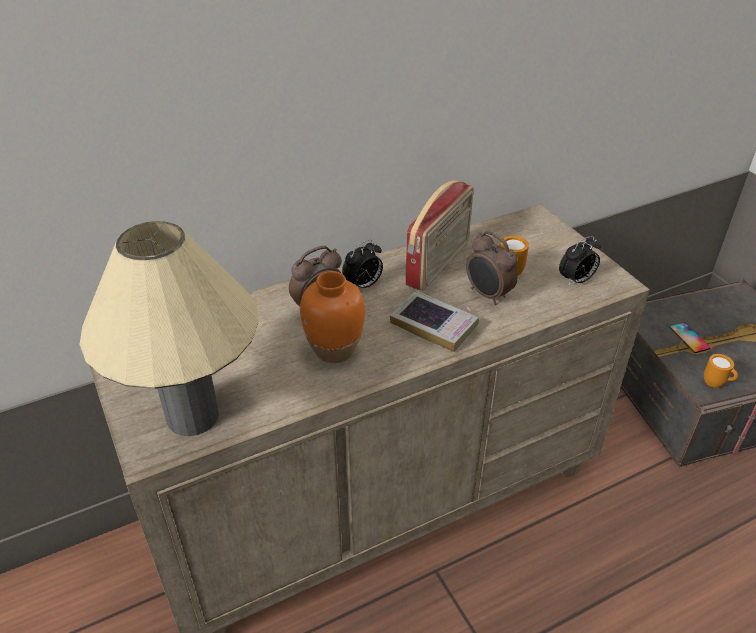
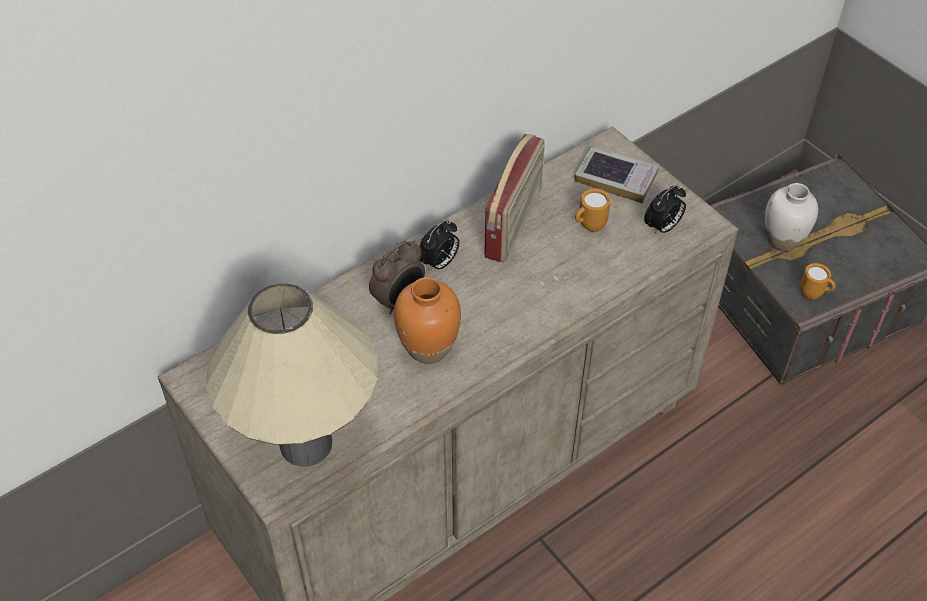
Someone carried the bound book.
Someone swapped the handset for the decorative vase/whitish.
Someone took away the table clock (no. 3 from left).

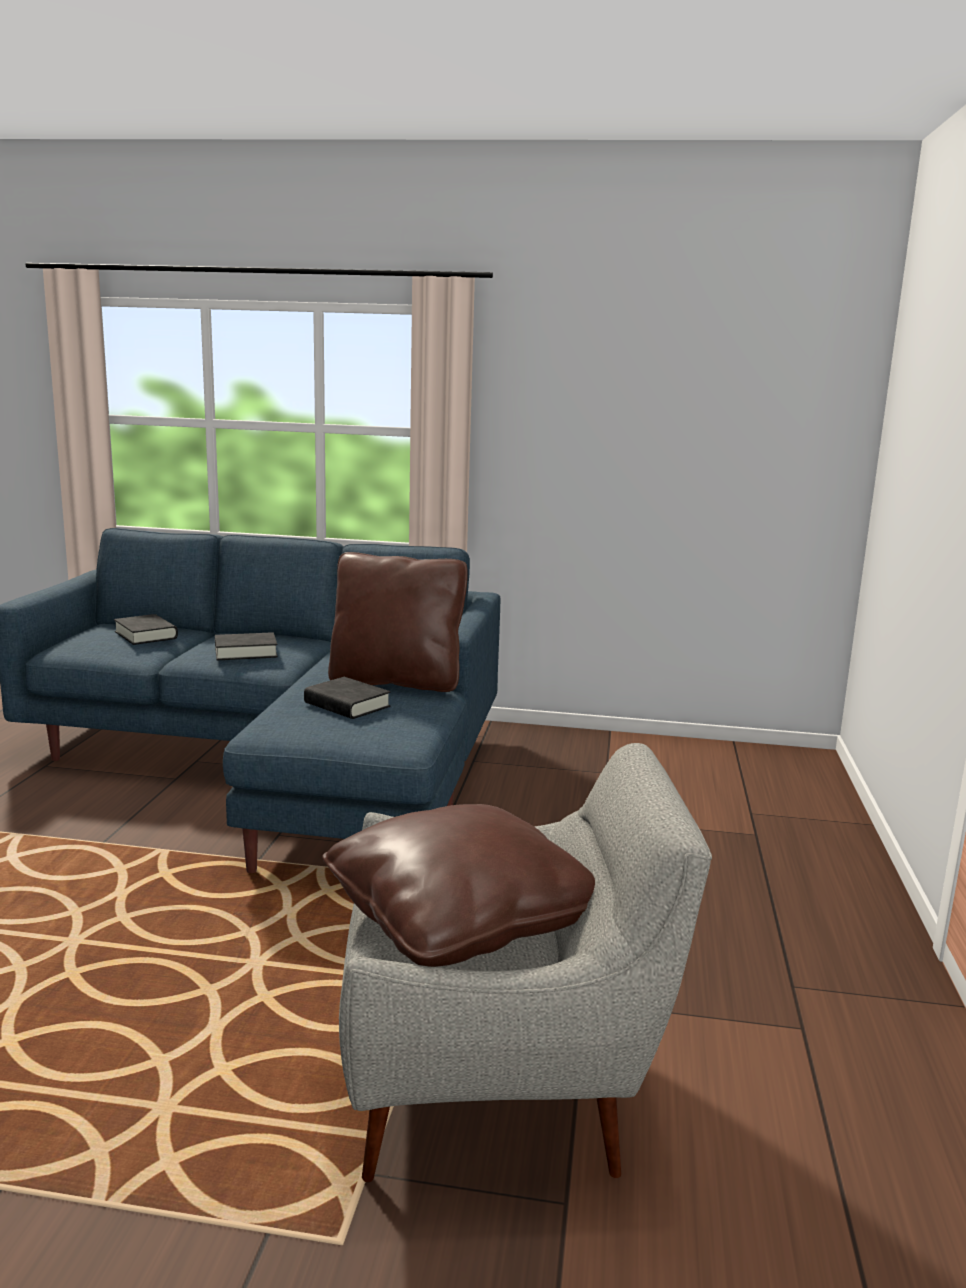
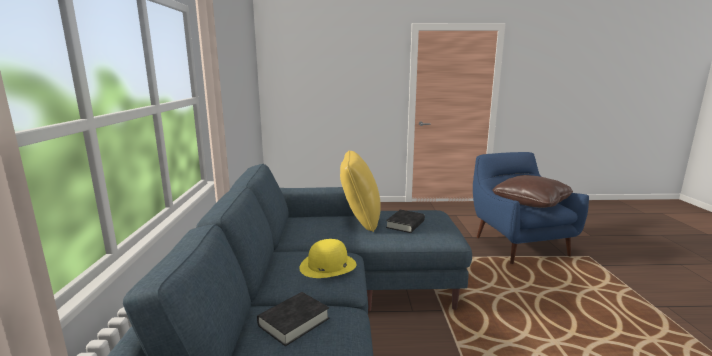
Someone swapped the bound book/black (no. 2 from left) for the hat/yellow.
Someone repainted the throw pillow/brown (no. 1 from left), which became the throw pillow/yellow.
Someone repainted the lounge chair/gray, which became the lounge chair/blue-coloured.

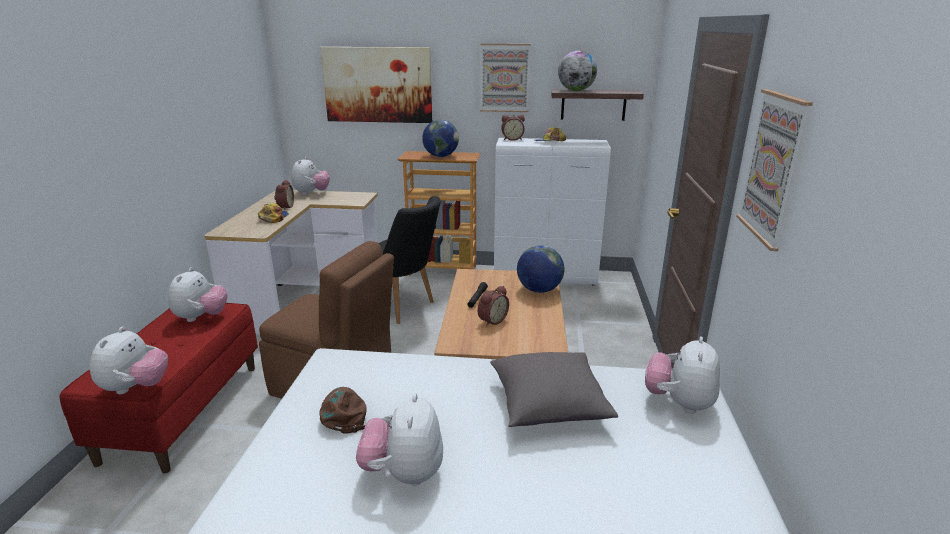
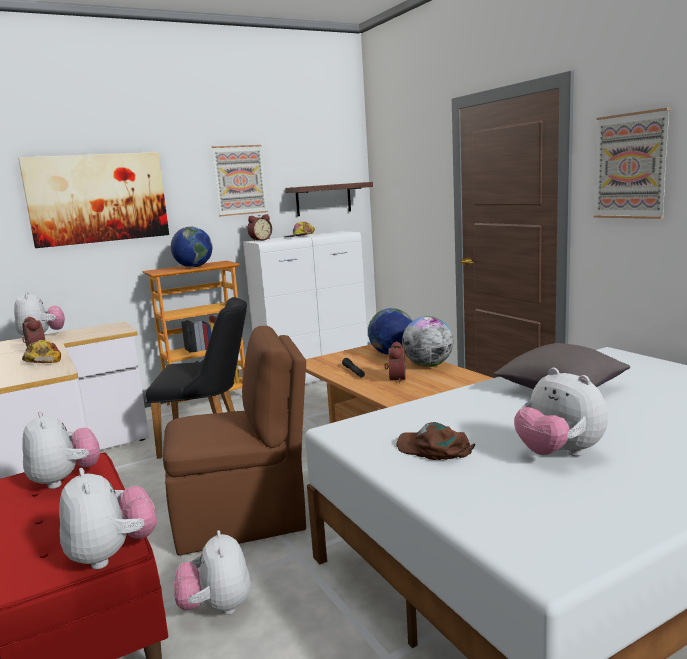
Someone carried the soft toy (no. 5 from left in the first image).
Someone carried the desk globe (no. 3 from left).

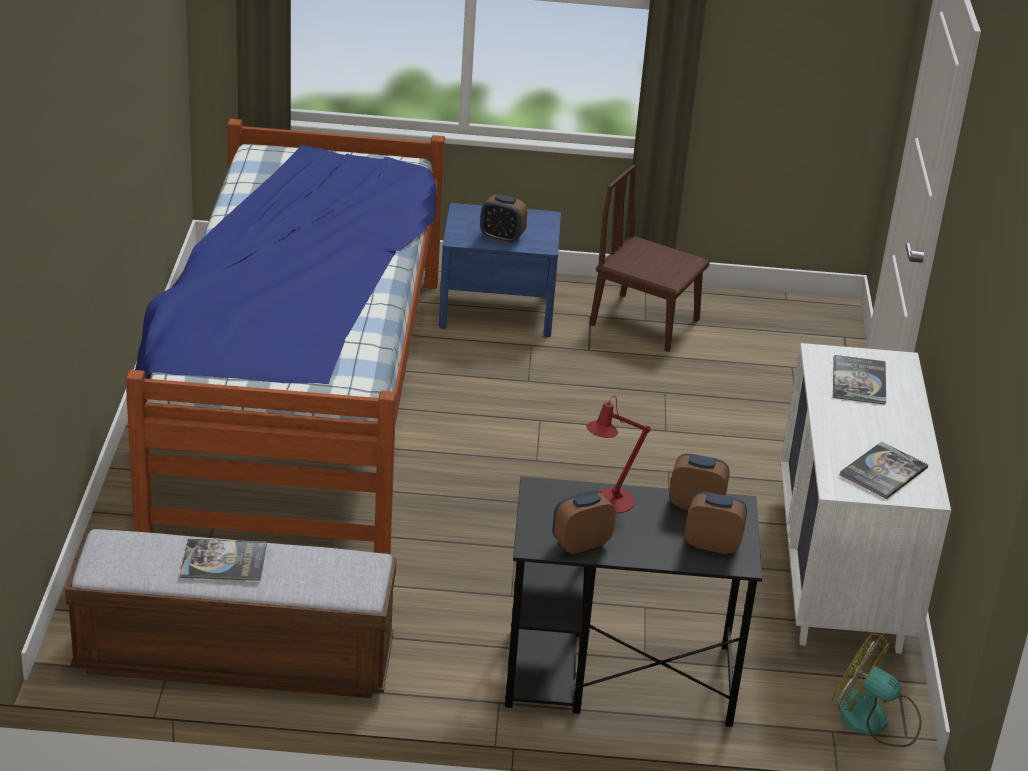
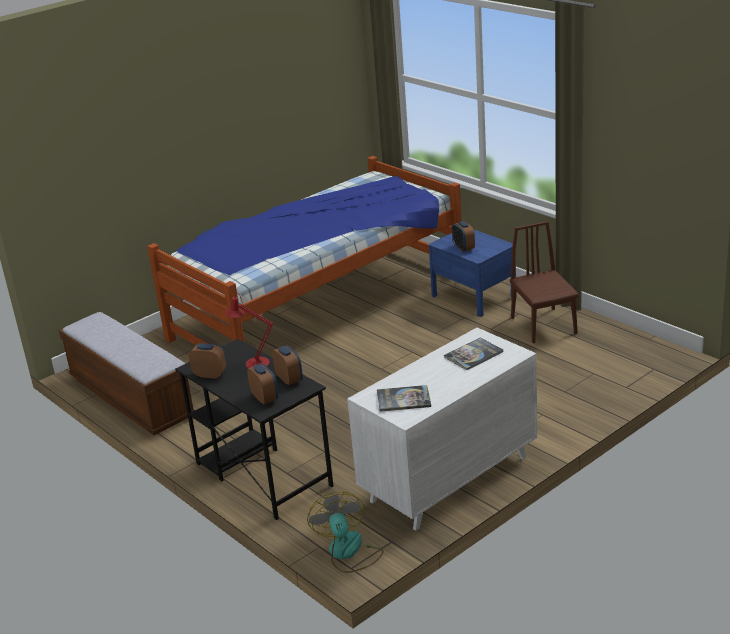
Someone took away the bound book (no. 1 from left).

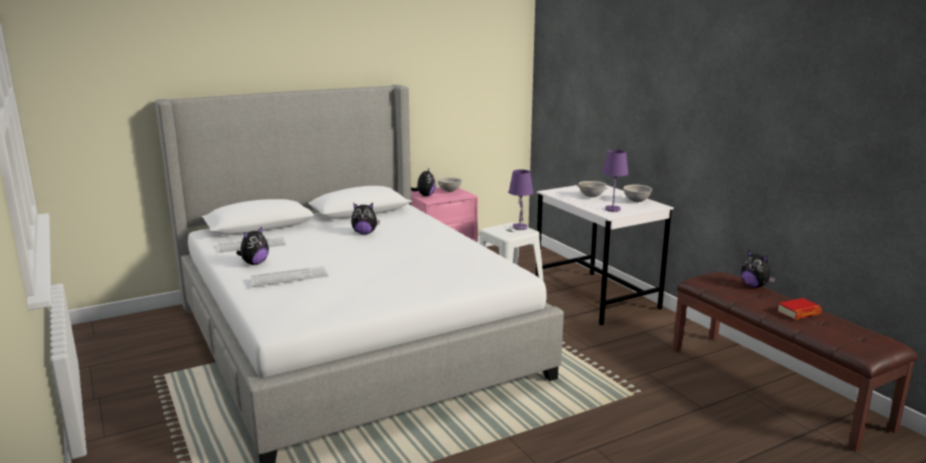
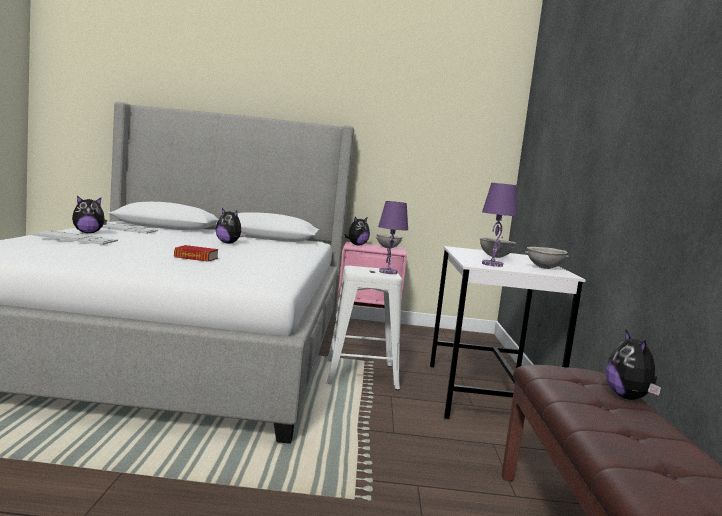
Someone carried the bound book.

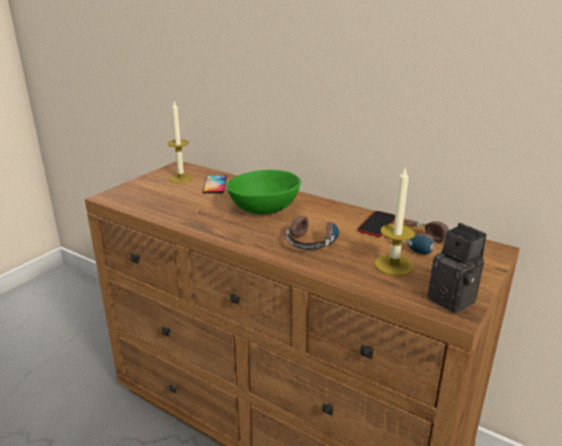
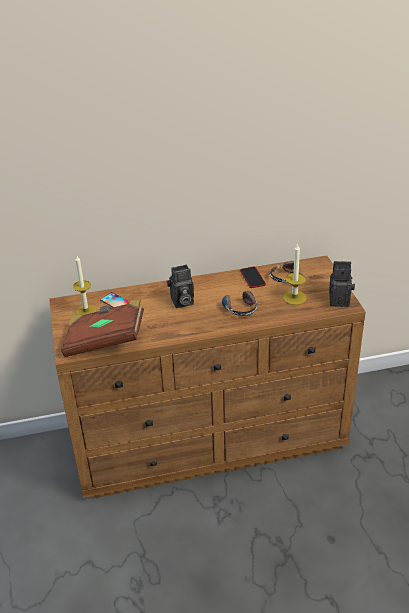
Someone put down the bound book/brown.
Someone swapped the serving bowl/greenish for the still camera (no. 1 from left).

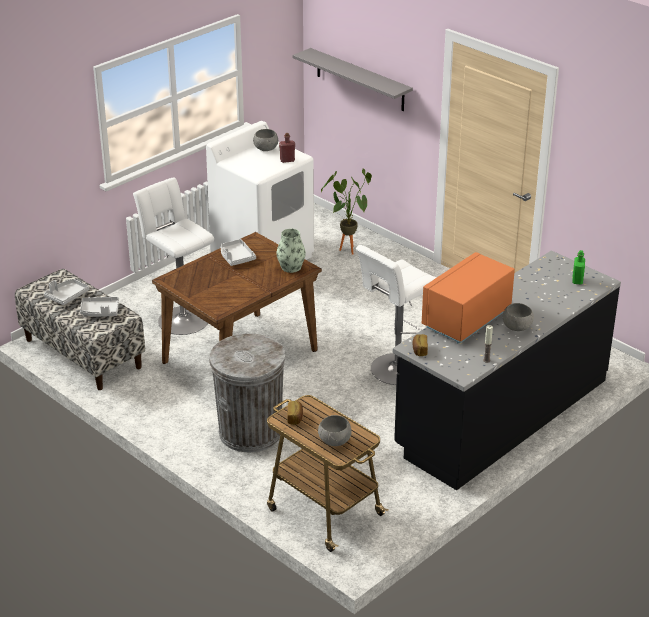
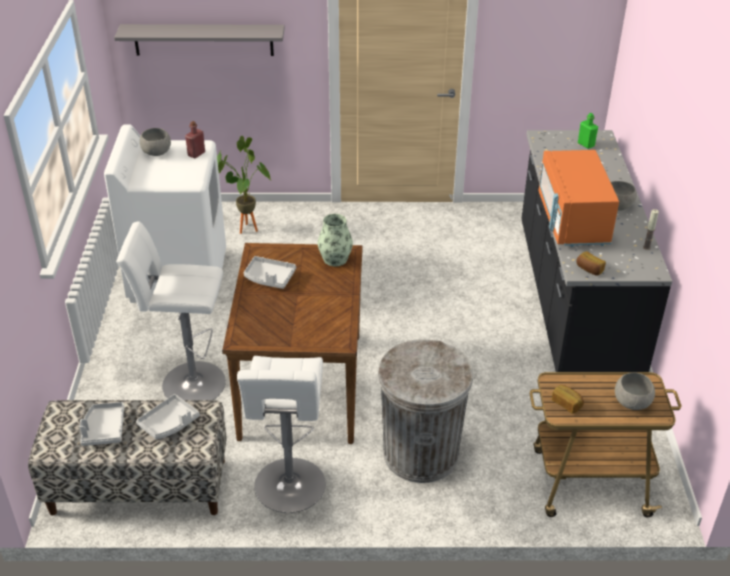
Someone carried the sitting stool/whitish (no. 2 from left).

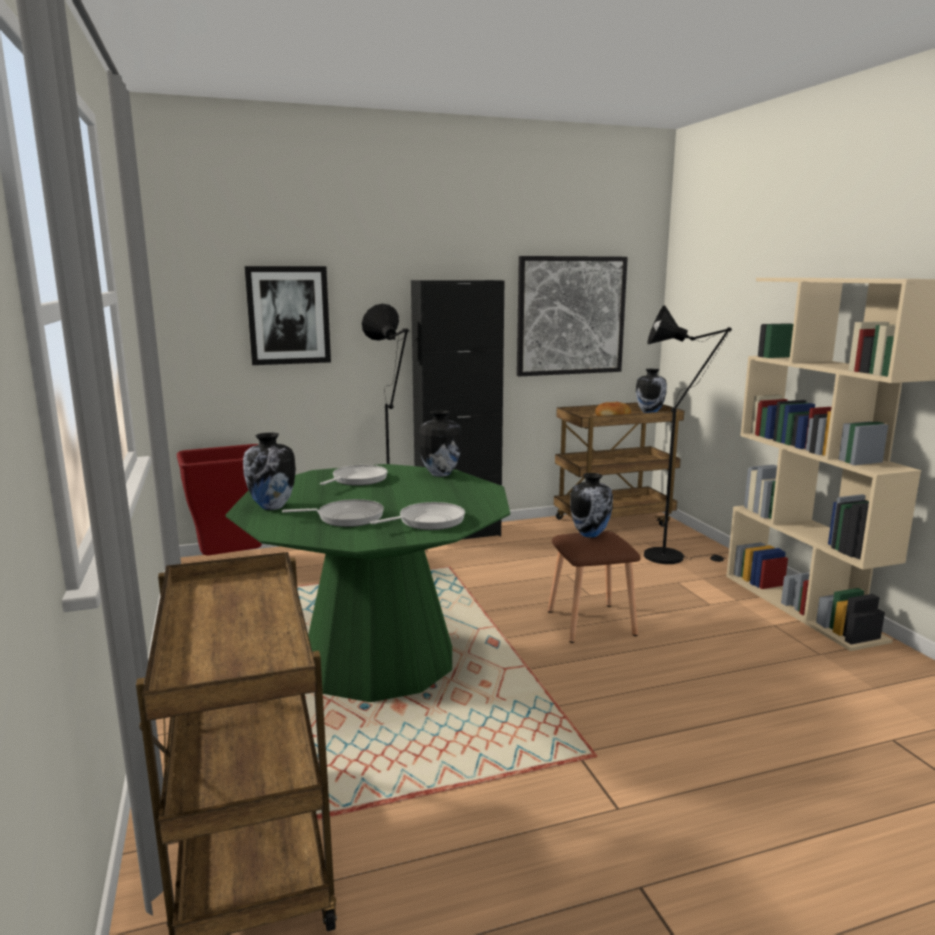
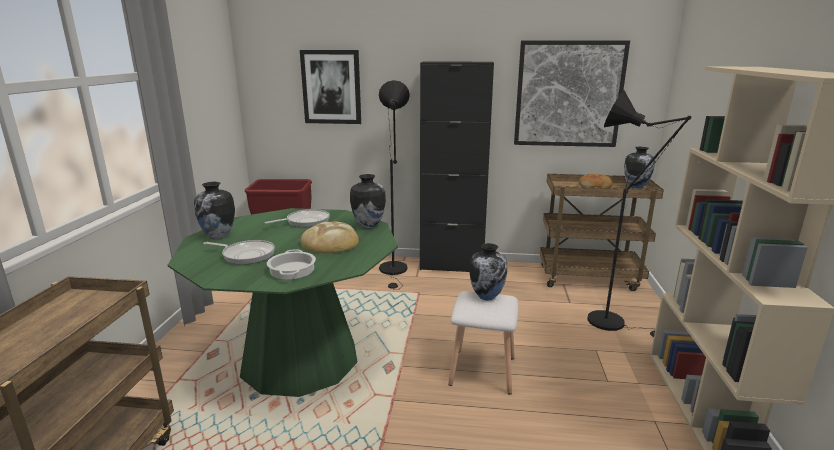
Someone swapped the skillet (no. 3 from left) for the cooking pot.
Someone put down the bakery bread (no. 1 from left).
Someone repainted the sitting stool/brown, which became the sitting stool/whitish.

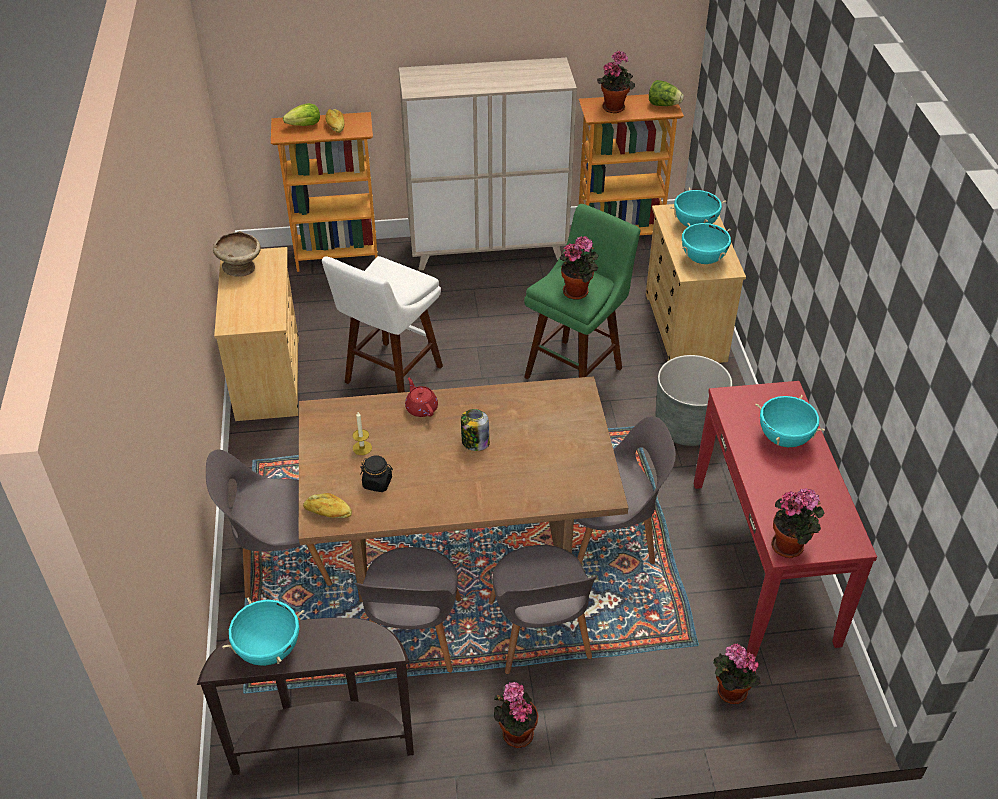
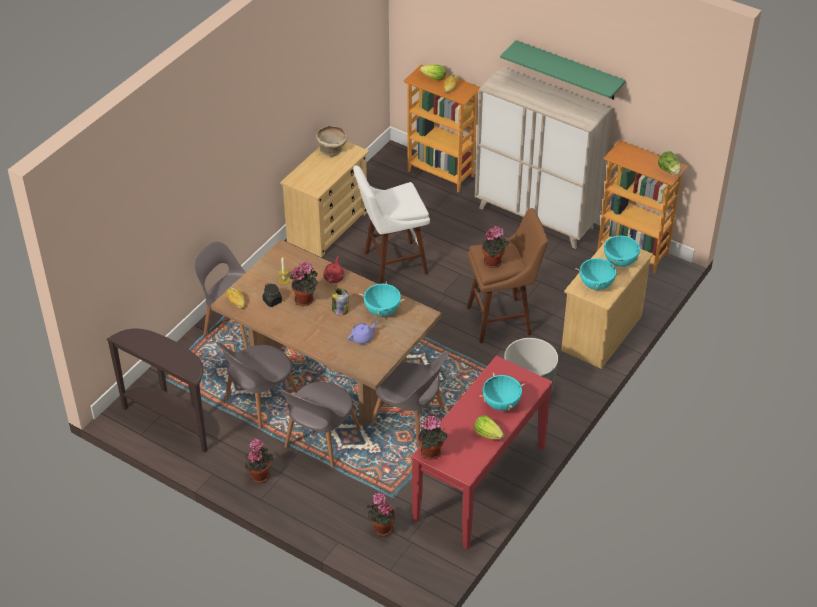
Someone carried the potted plant (no. 3 from left in the first image).
Someone put down the pot for tea/purple.
Someone carried the cooking pot/turquoise-coloured (no. 1 from left).
Someone repainted the sitting stool/greenish, which became the sitting stool/brown.
Someone put down the head of lettuce (no. 2 from left).
Someone put up the wall shelf/greenish.

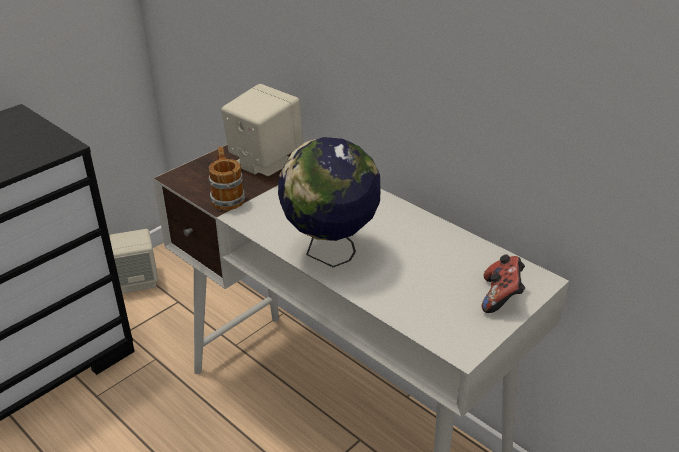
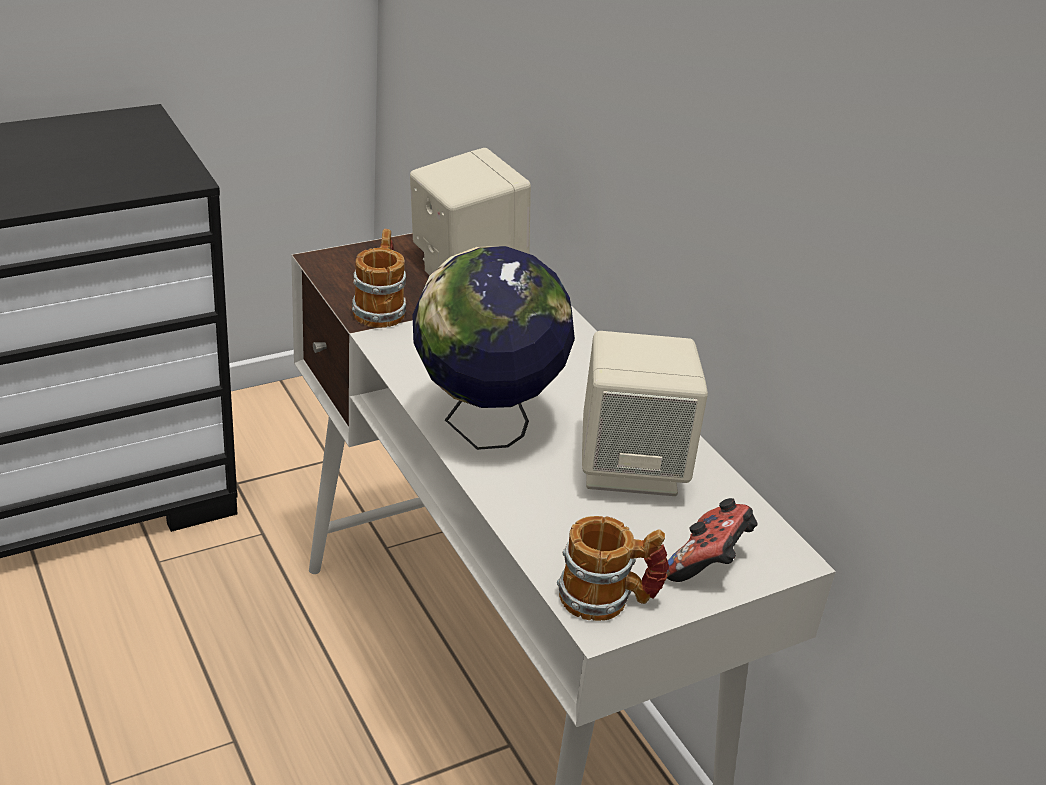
Someone put down the coffee mug (no. 2 from left).
Someone carried the loudspeaker/beige (no. 1 from left in the first image).

